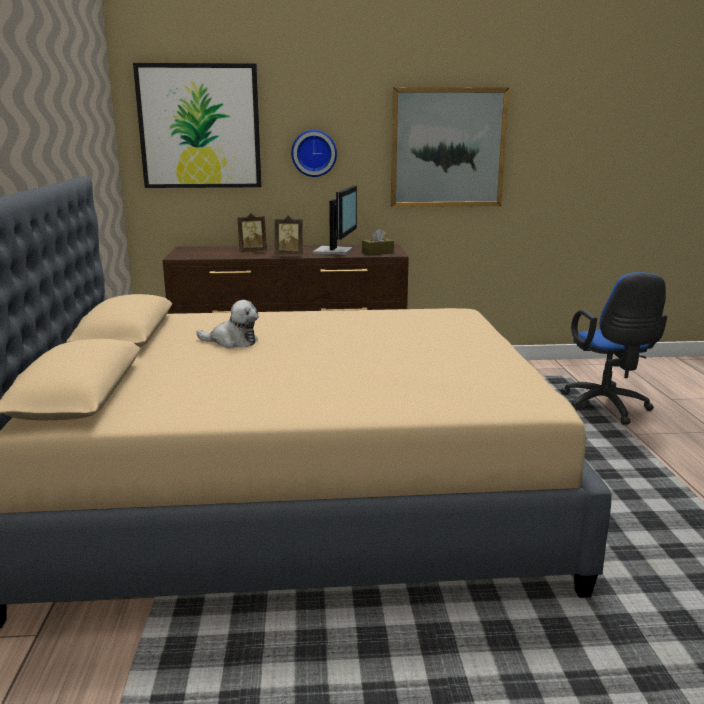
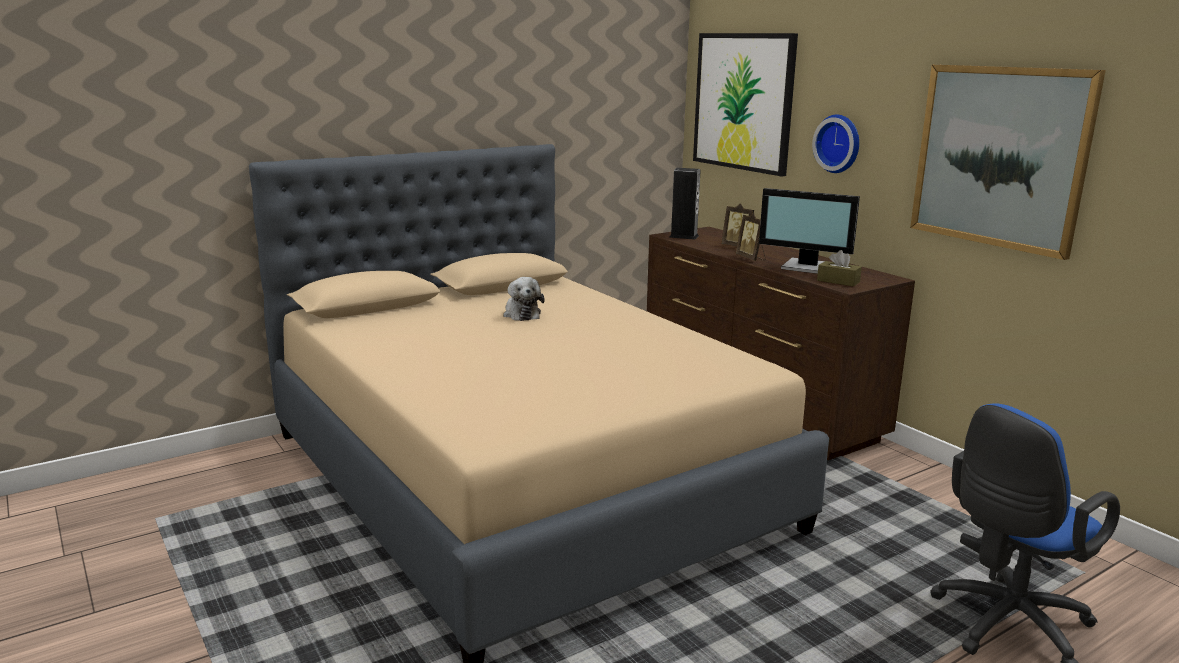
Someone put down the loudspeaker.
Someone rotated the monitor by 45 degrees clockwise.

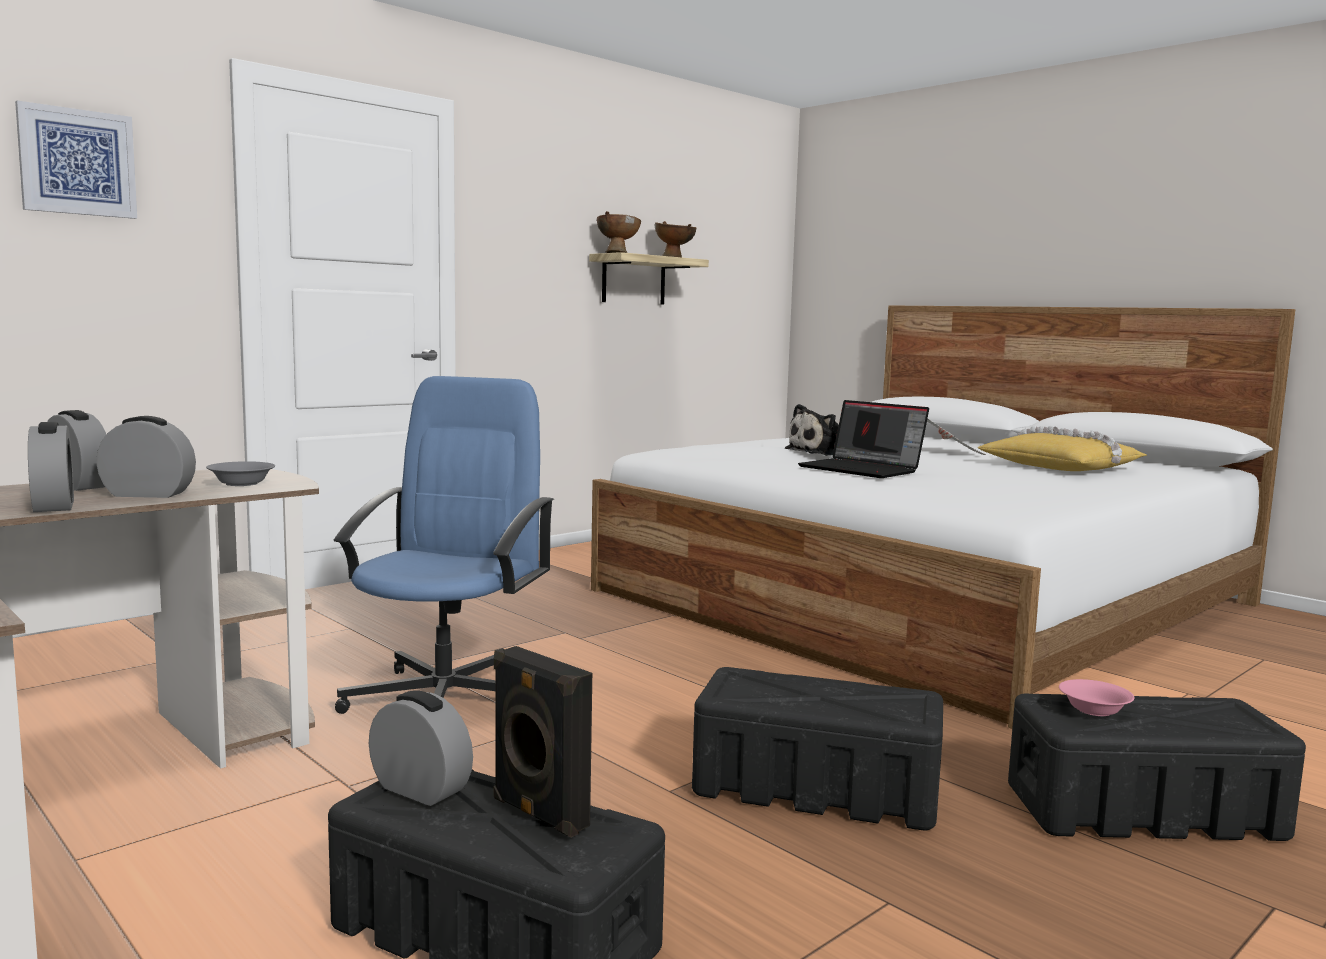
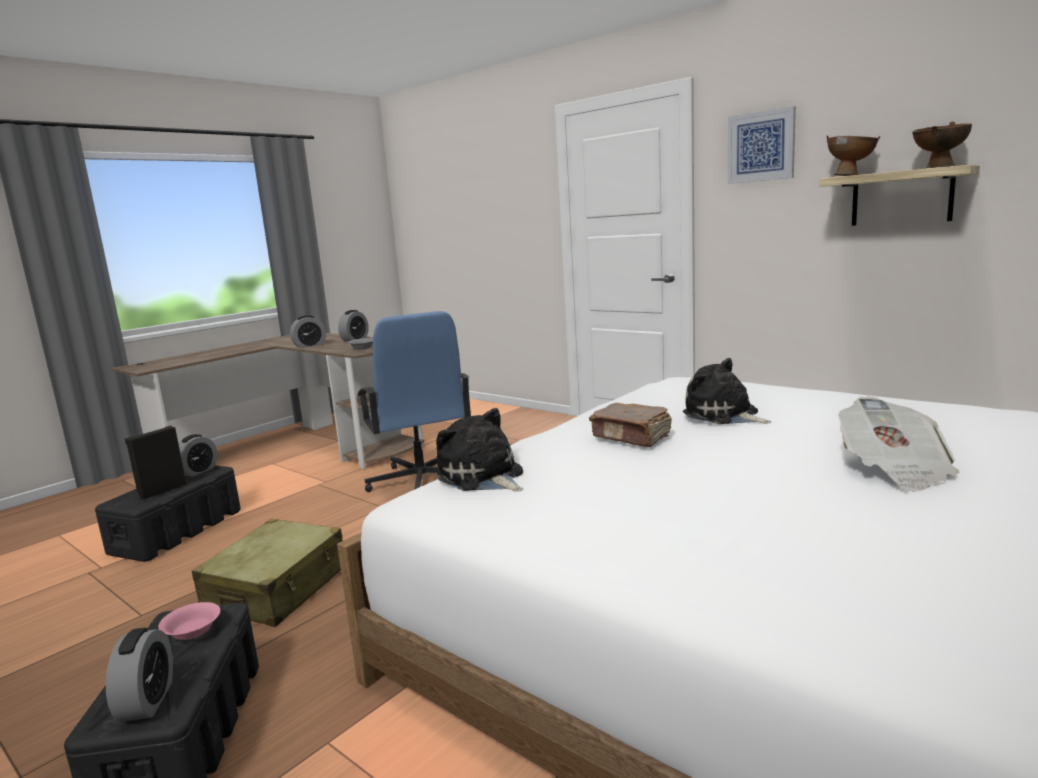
Someone carried the table clock (no. 3 from left in the first image).
Someone swapped the storage box/black (no. 2 from left) for the piece of luggage/beige.
Someone rotated the office chair/blue-coloured by 60 degrees clockwise.
Someone put down the soft toy (no. 1 from left).
Someone swapped the laptop for the bound book/brown.
Someone carried the picture.
Someone took away the throw pillow/yellow.

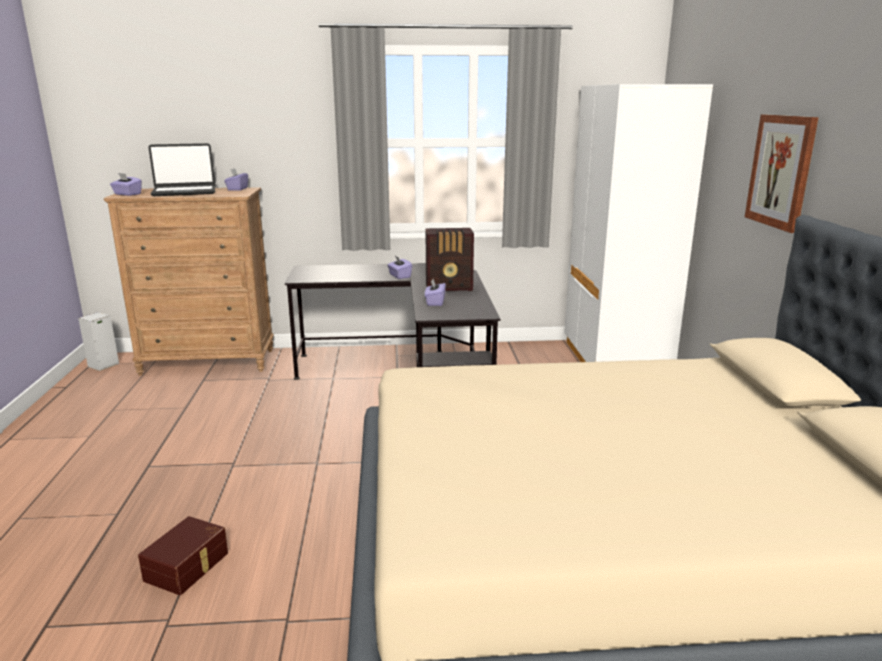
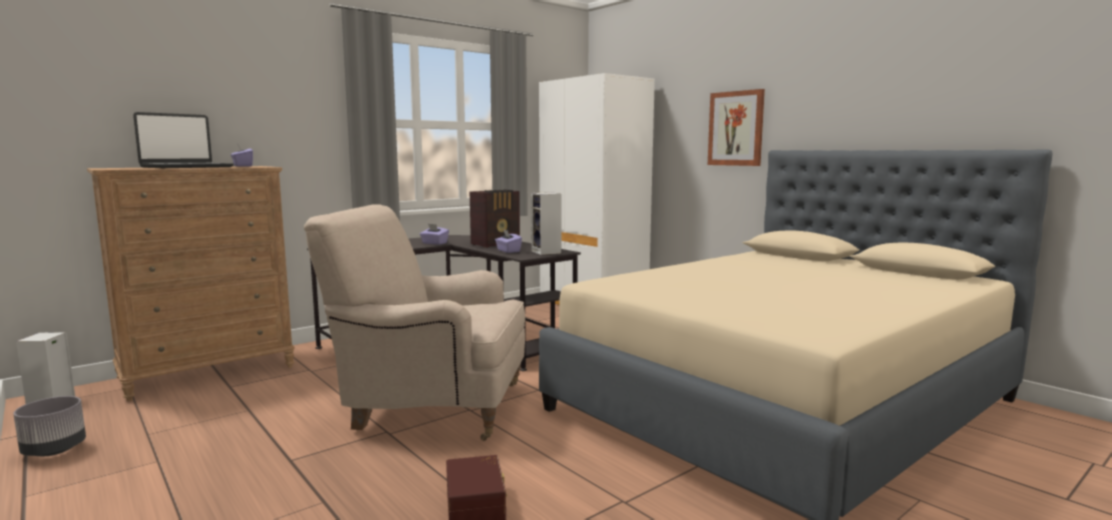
Someone put down the plant pot/gray.
Someone put down the lounge chair/beige.
Someone put down the loudspeaker (no. 2 from left).
Someone took away the tissue box/purple (no. 1 from left).

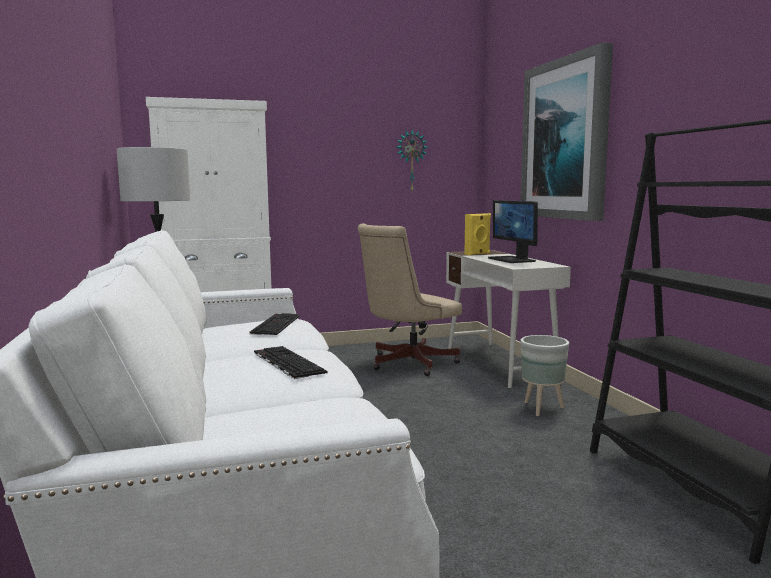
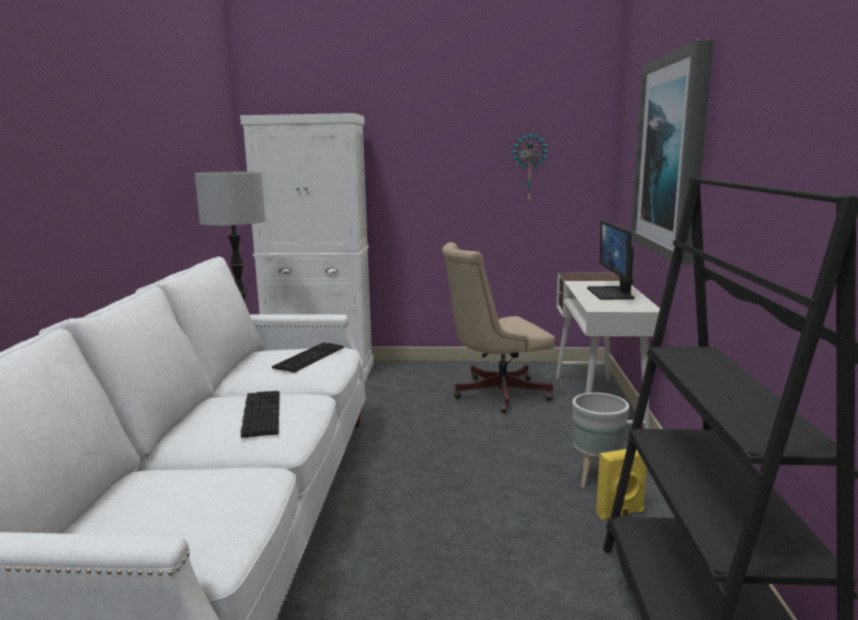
Someone carried the loudspeaker/yellow.

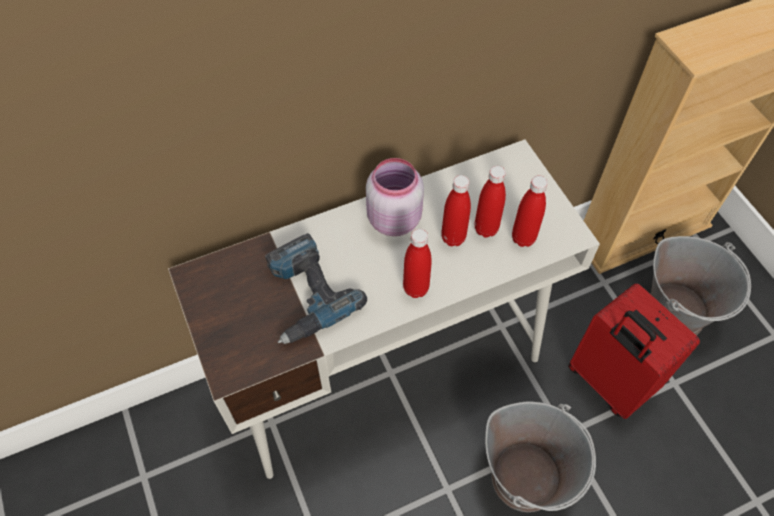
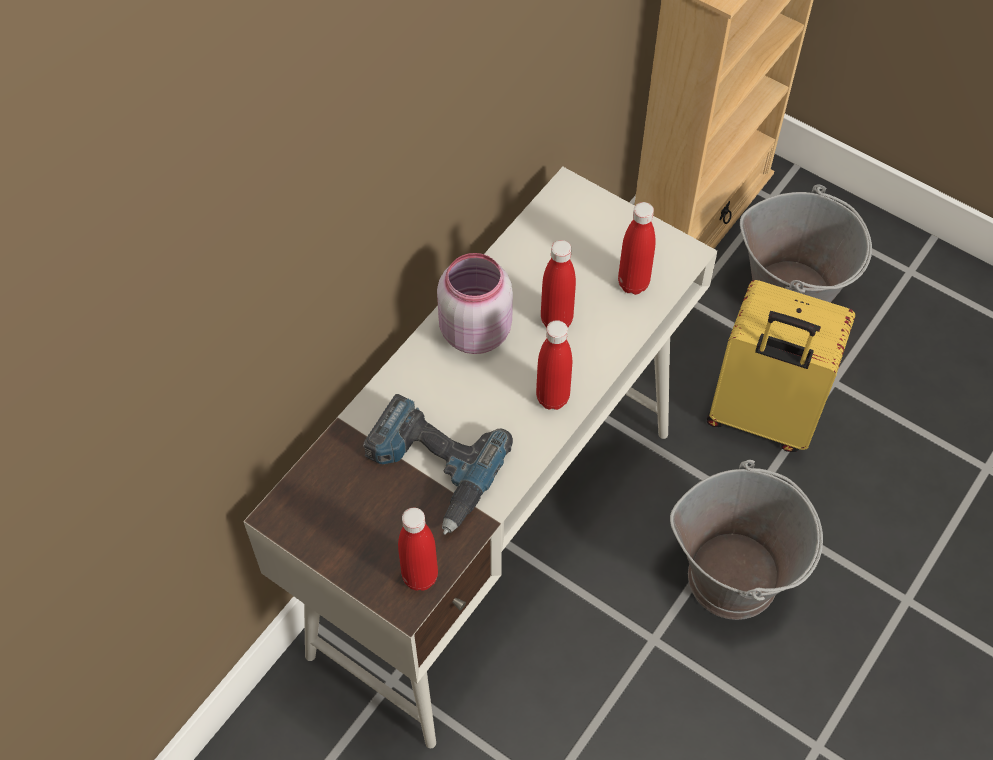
Someone carried the beverage bottle/red-coloured (no. 3 from left in the first image).
Someone repainted the piece of luggage/red-coloured, which became the piece of luggage/yellow.

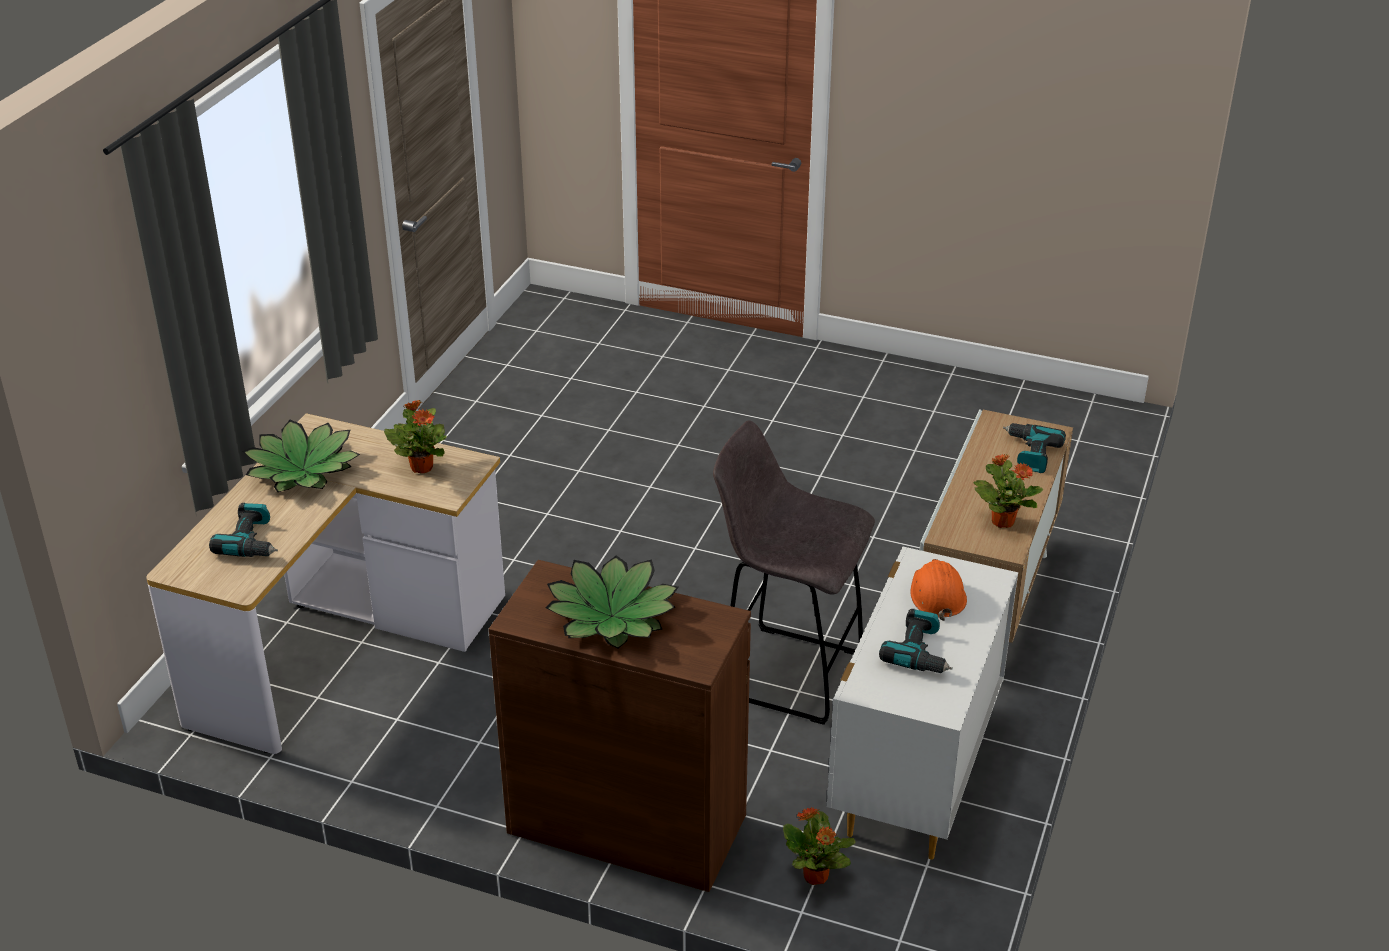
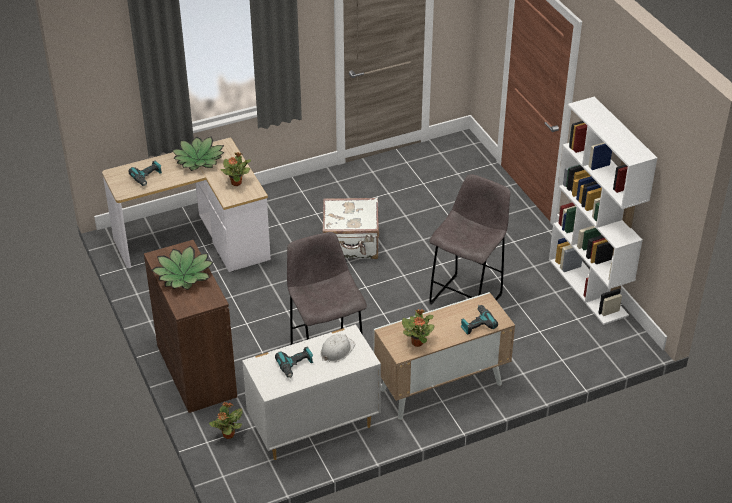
Someone repainted the safety helmet/orange-coloured, which became the safety helmet/whitish.
Someone put down the piece of luggage/whitish.
Someone put down the sitting stool/gray (no. 2 from left).
Someone put down the shelving unit/whitish.

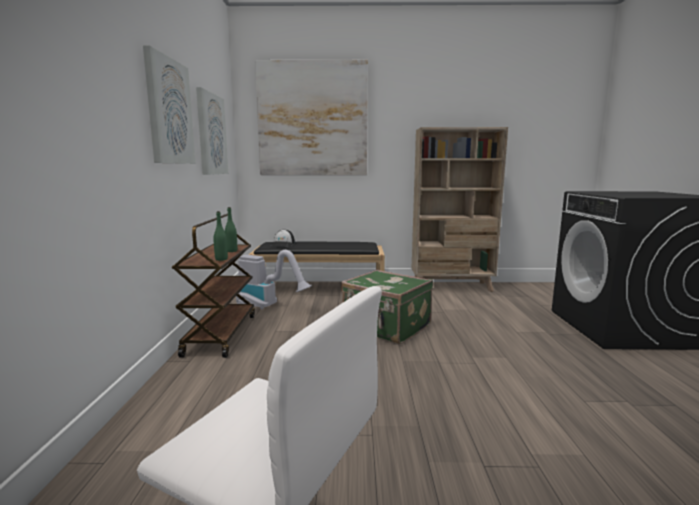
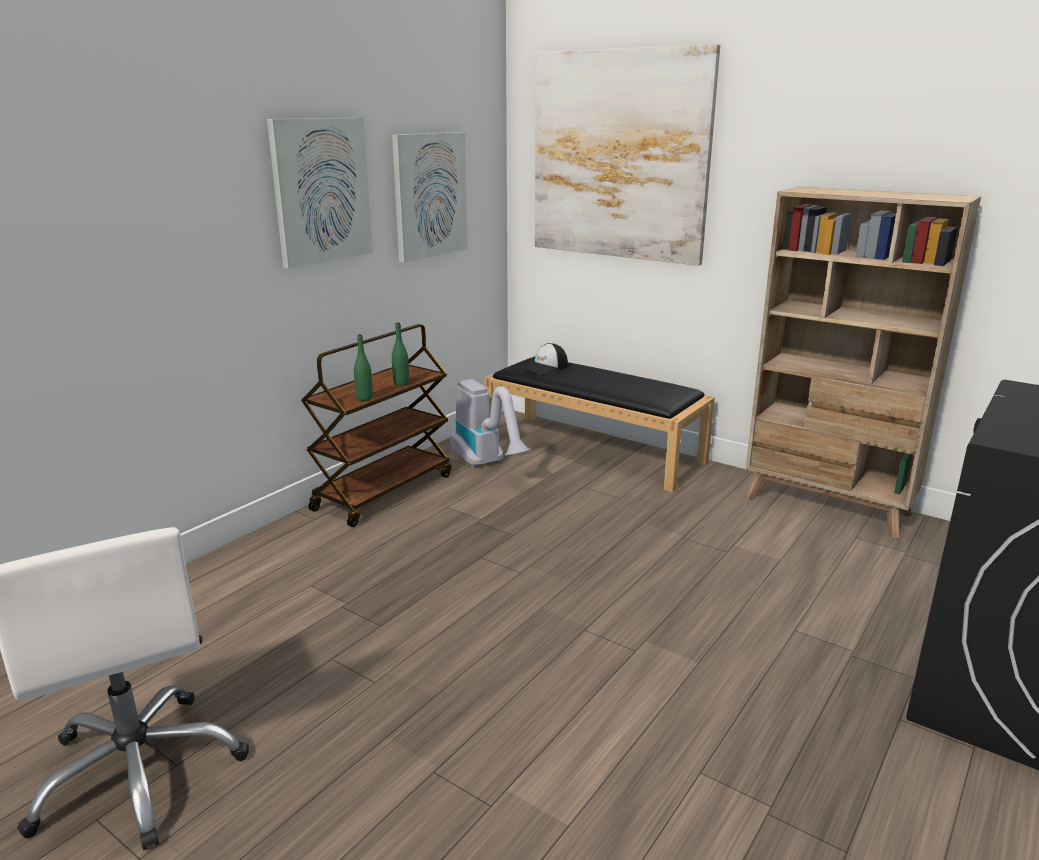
Someone took away the piece of luggage/greenish.

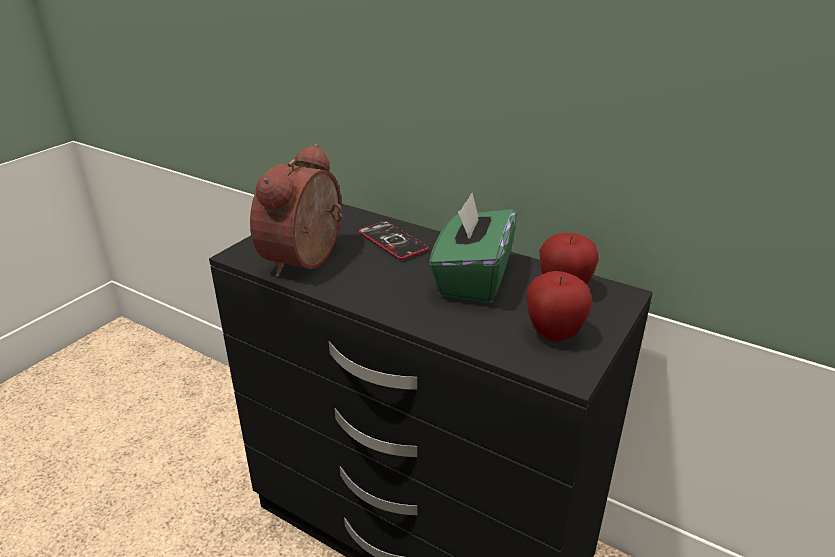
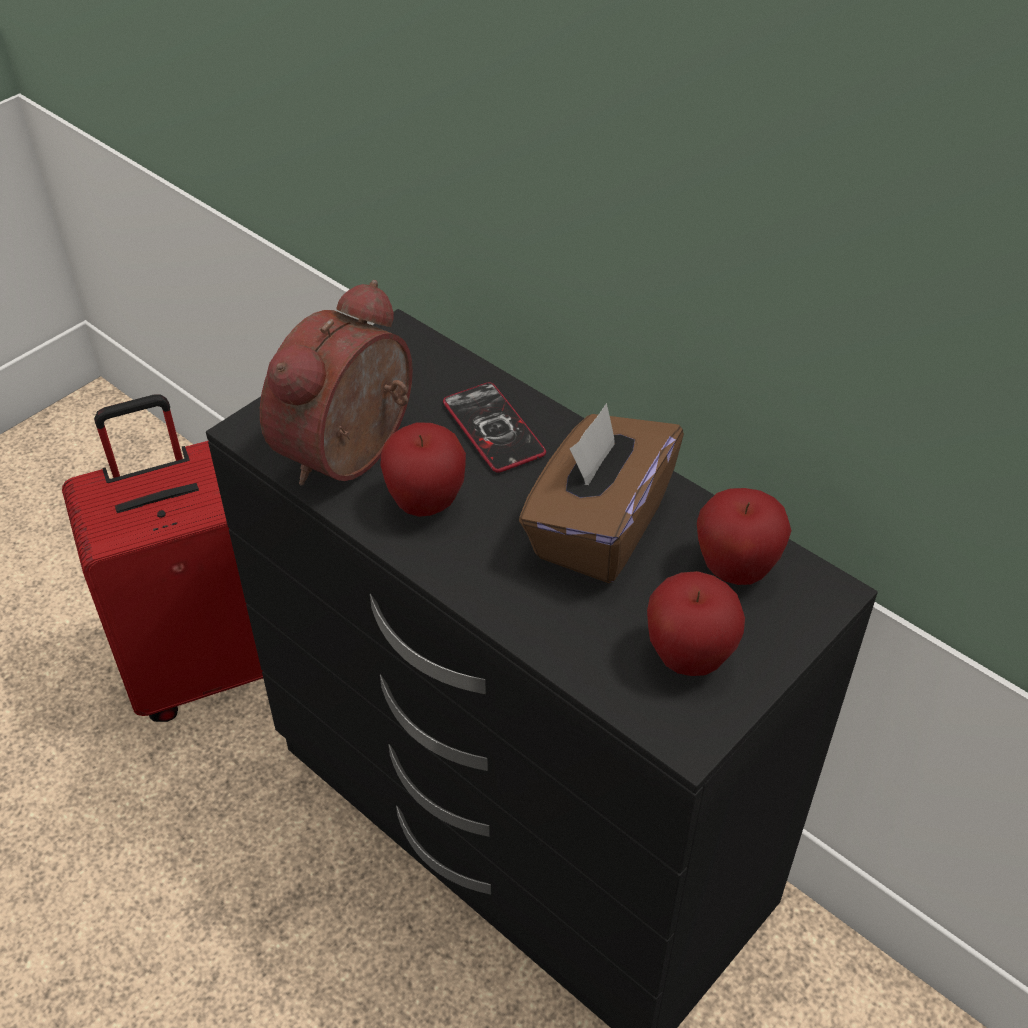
Someone put down the piece of luggage/red-coloured.
Someone put down the whole apple (no. 1 from left).
Someone repainted the tissue box/greenish, which became the tissue box/brown.

